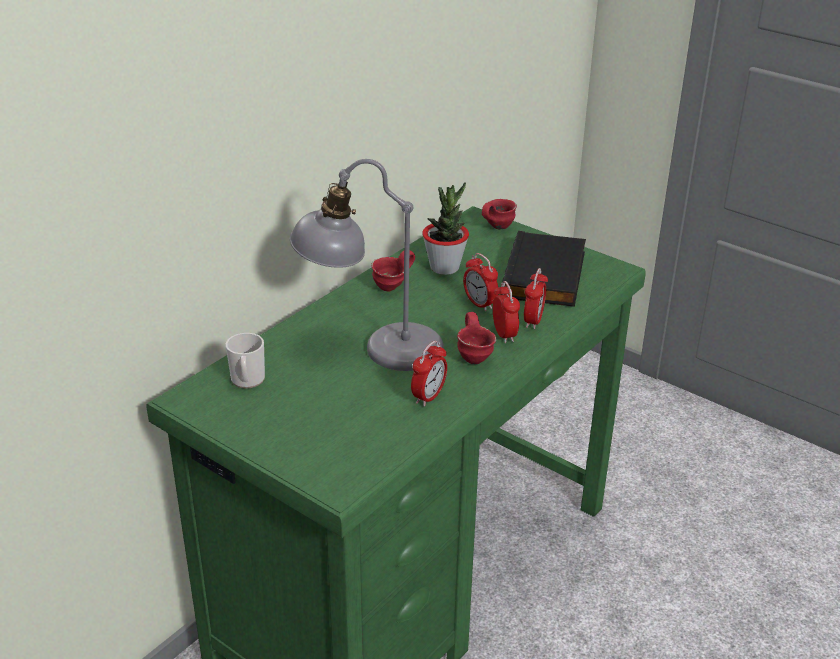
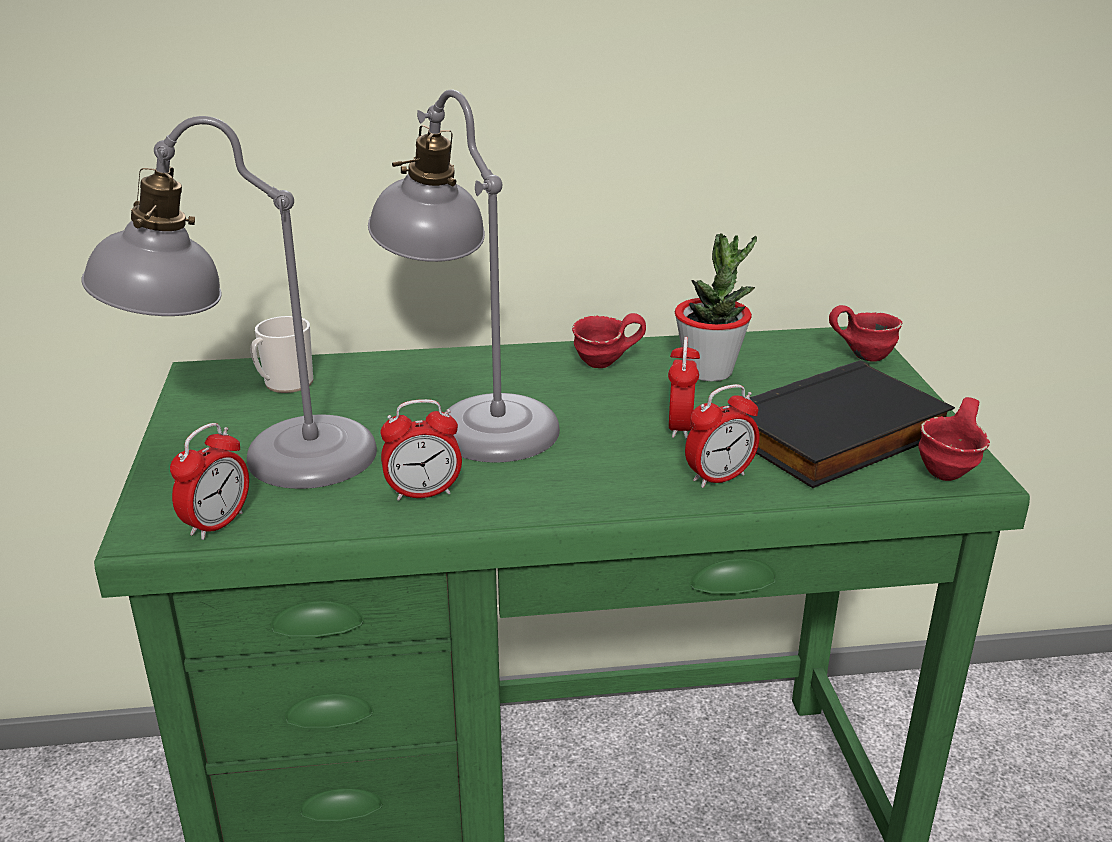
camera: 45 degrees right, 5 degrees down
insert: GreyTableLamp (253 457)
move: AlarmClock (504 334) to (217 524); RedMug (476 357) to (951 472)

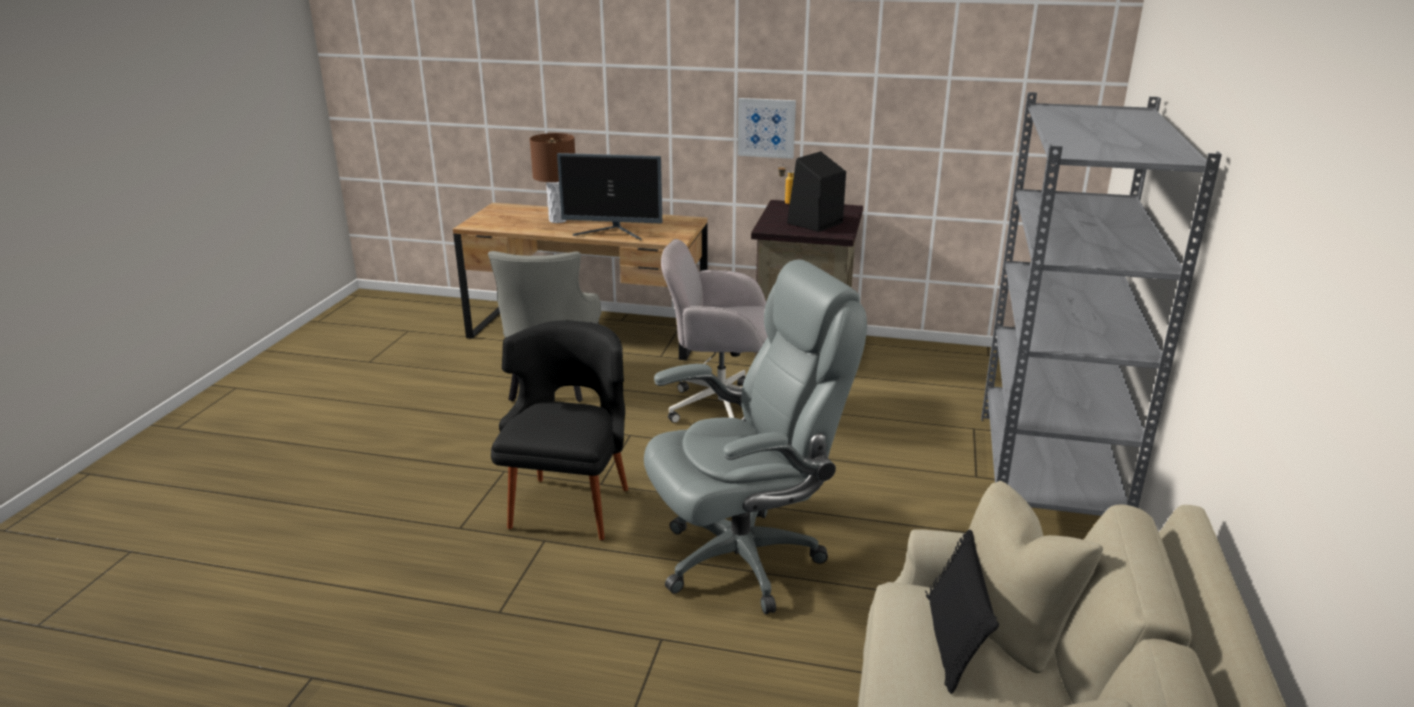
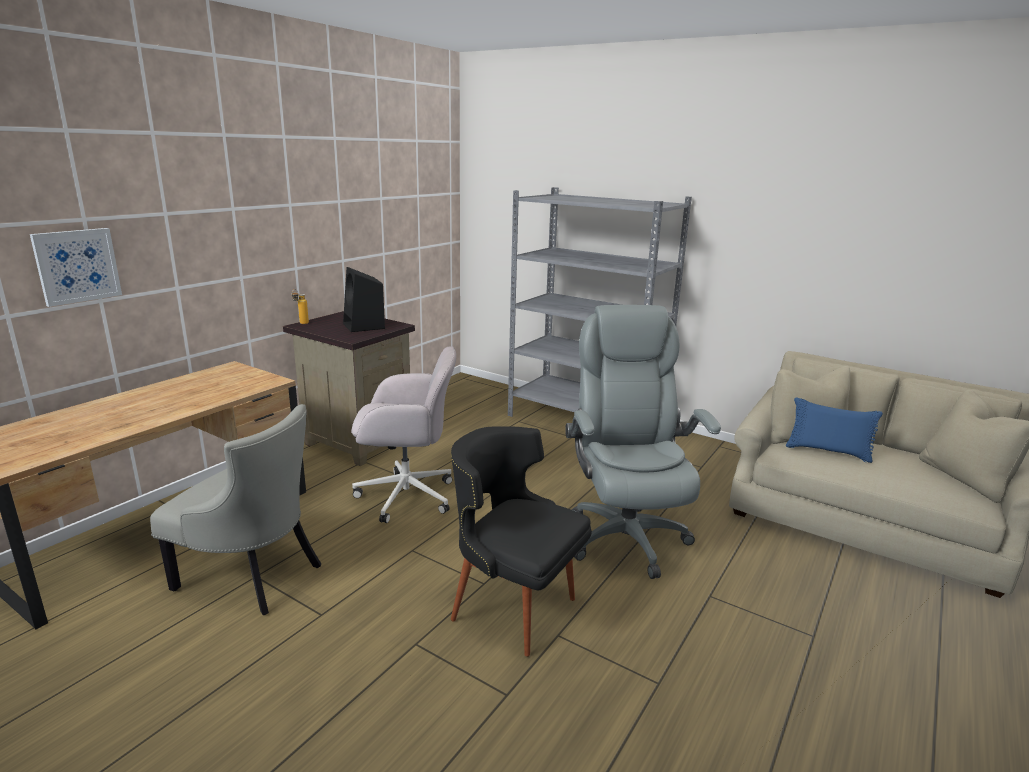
camera: 70 degrees left, 5 degrees down
delete: BrownTableLamp (558 220); Monitor (613 233)
move: Picture (766 128) to (77 266)
recolor: BlackPillow (954 642) to BluePillow (827 451)
rotate: GreyOfficeChair (719 408) = (408 496) 120 degrees counterclockwise

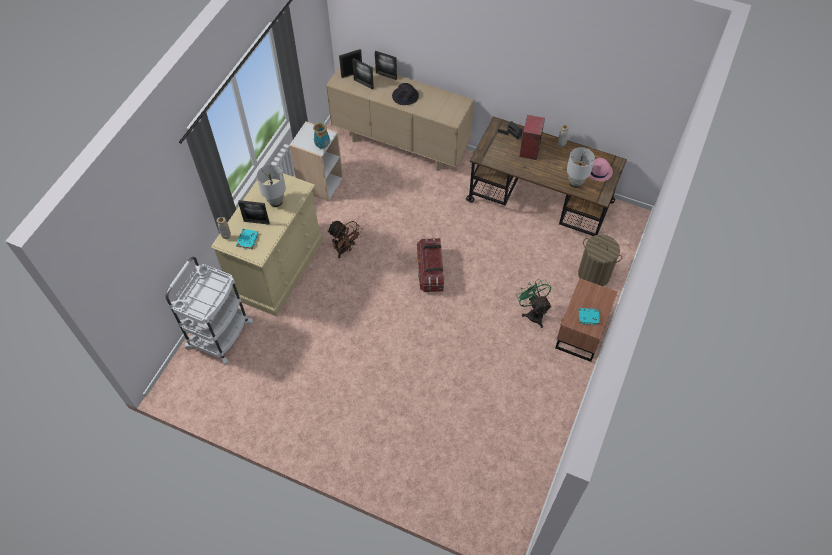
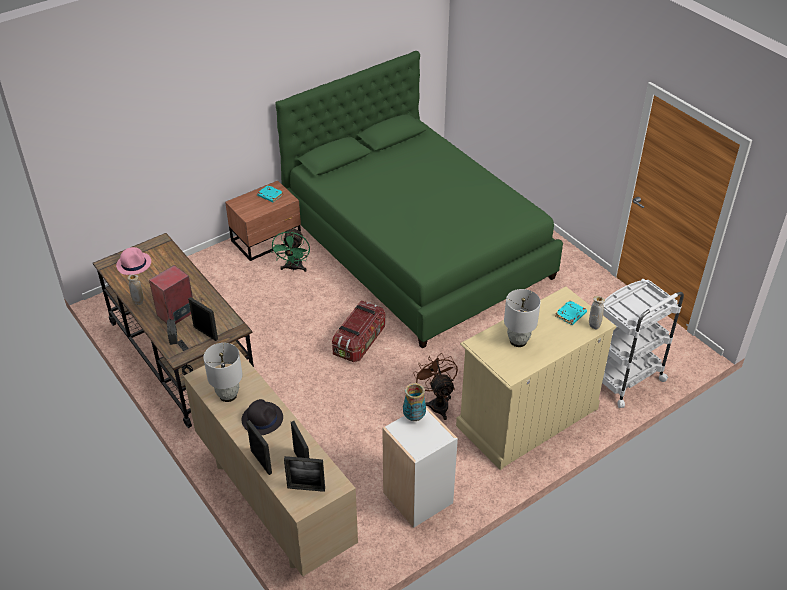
camera: 150 degrees left, 15 degrees down
delete: LaundryBasket (594 274)
insert: GreenBed (416 246)
move: PictureFrame (256 222) to (205 333); WhiteTableLamp (575 183) to (228 395)

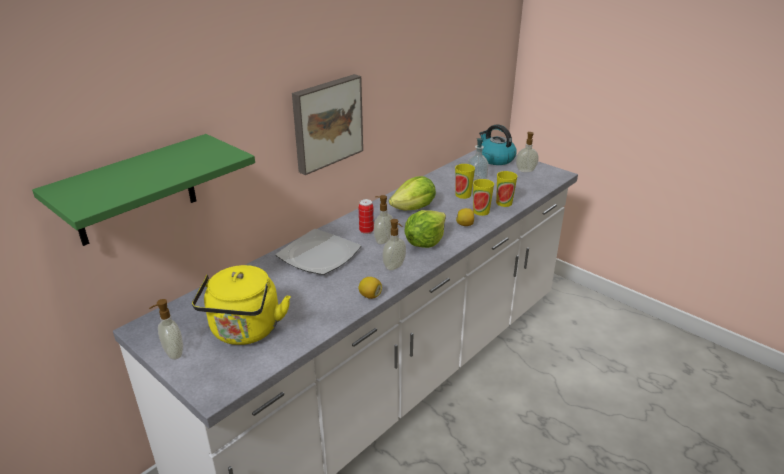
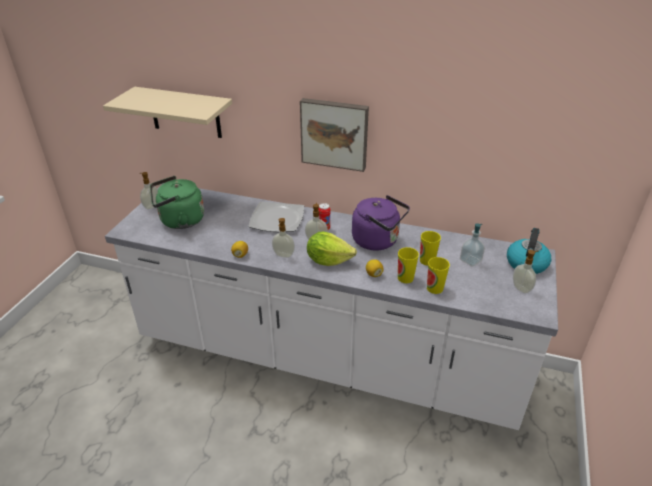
camera: 65 degrees right, 5 degrees up
replace: Lettuce (414 208) to PurpleKettle (378 241)
recolor: GreenShelf (134 191) to BeigeShelf (185 112); YellowKettle (245 331) to GreenKettle (179 221)

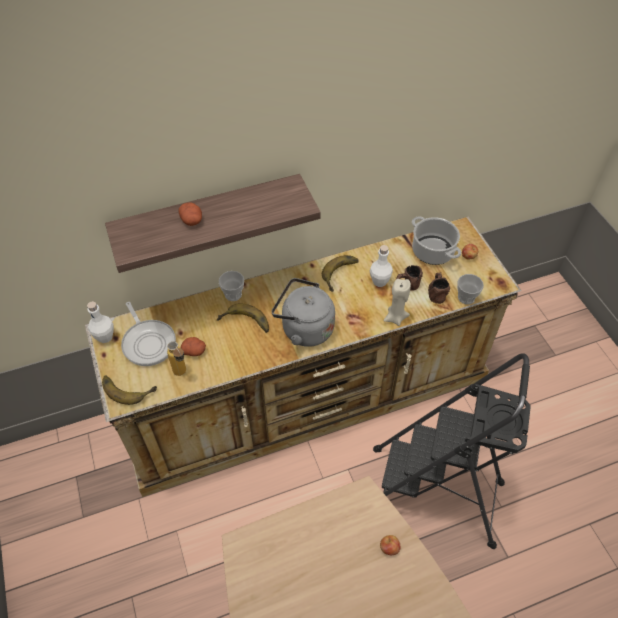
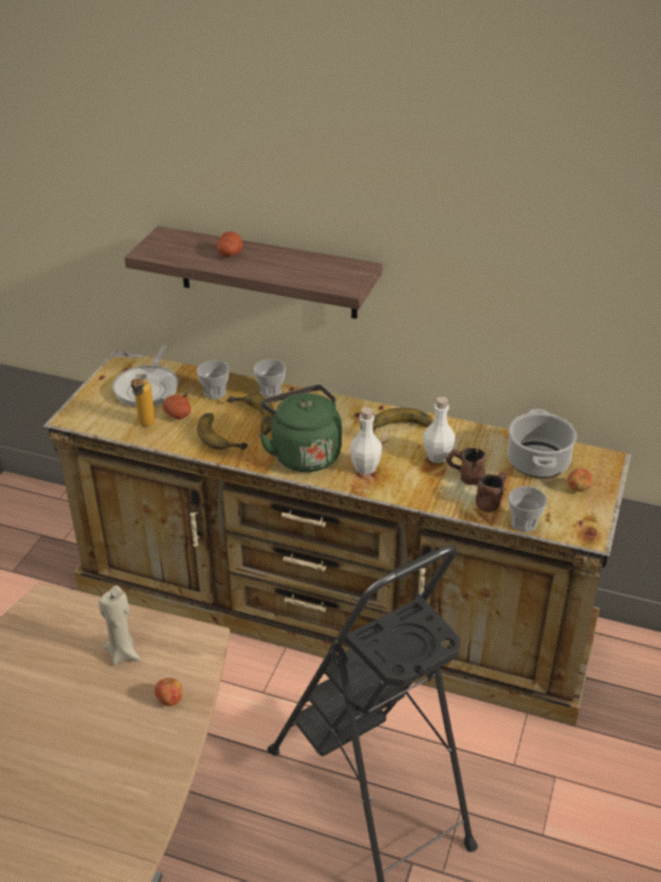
camera: 40 degrees right, 15 degrees down
insert: Cup (214 393)
move: BeigeCandle (395 318) to (123 653); Banana (128 387) to (223 434); WhiteBottle (105 337) to (365 468)
recolor: GreyKettle (304 329) to GreenKettle (303 453)

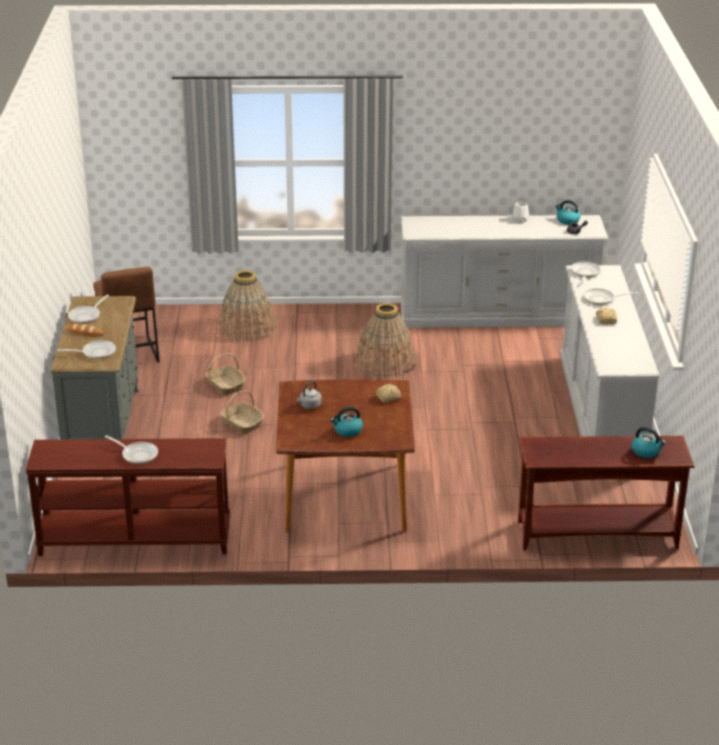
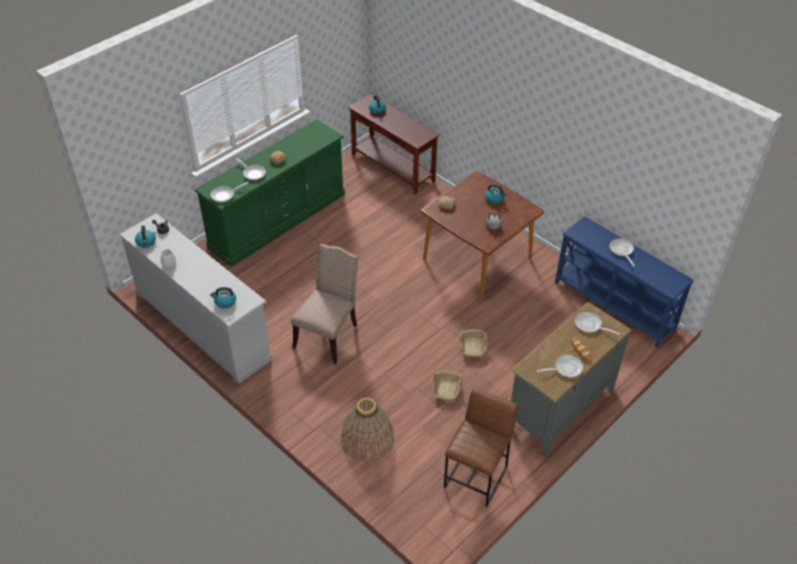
camera: 135 degrees left, 15 degrees up
insert: Kettle (225 302)
replace: Basket (385 363) to BeigeChair (328 335)
recolor: WhiteCabinet (601 411) to GreenCabinet (278 220); BrownConsoleTable (134 540) to BlueConsoleTable (614 305)

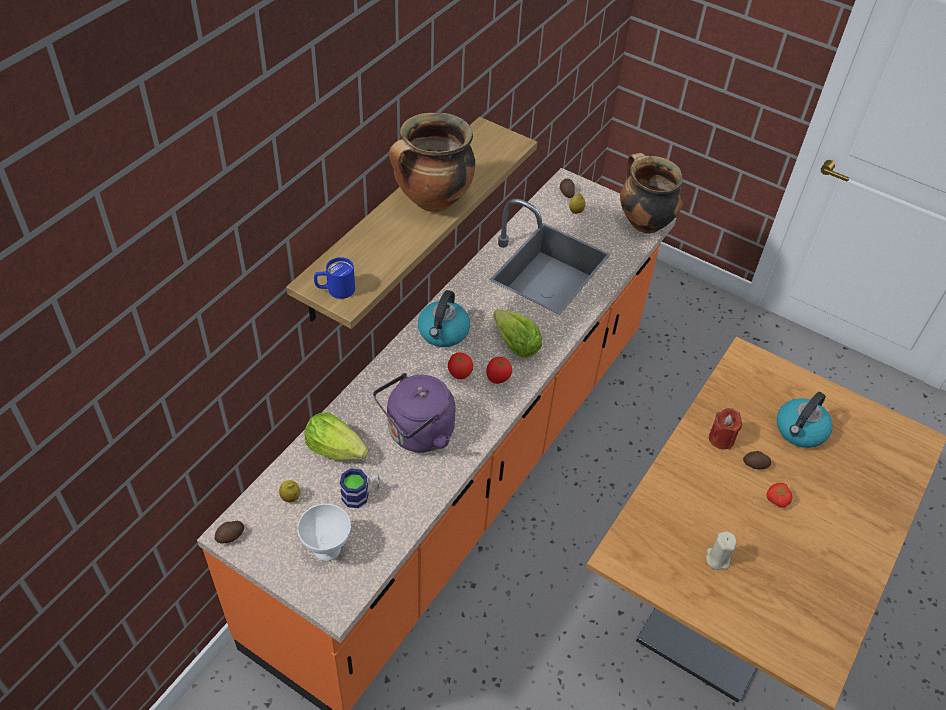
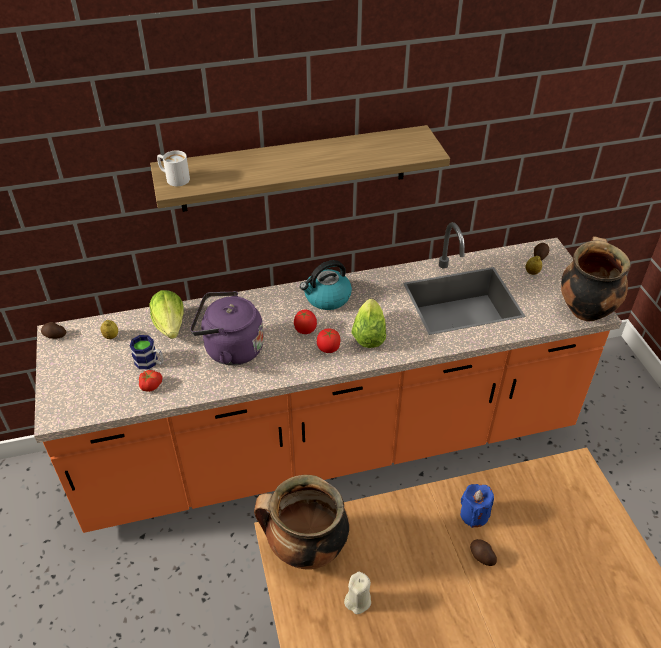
camera: 45 degrees right, 5 degrees down
delete: WhiteBowl (326 548); Kettle (800 431)
move: Tomato (776 499) to (150 385); CookingPot (432 201) to (305 550)
recolor: BlueMug (335 290) to WhiteMug (174 178); RedCandle (721 439) to BlueCandle (474 514)

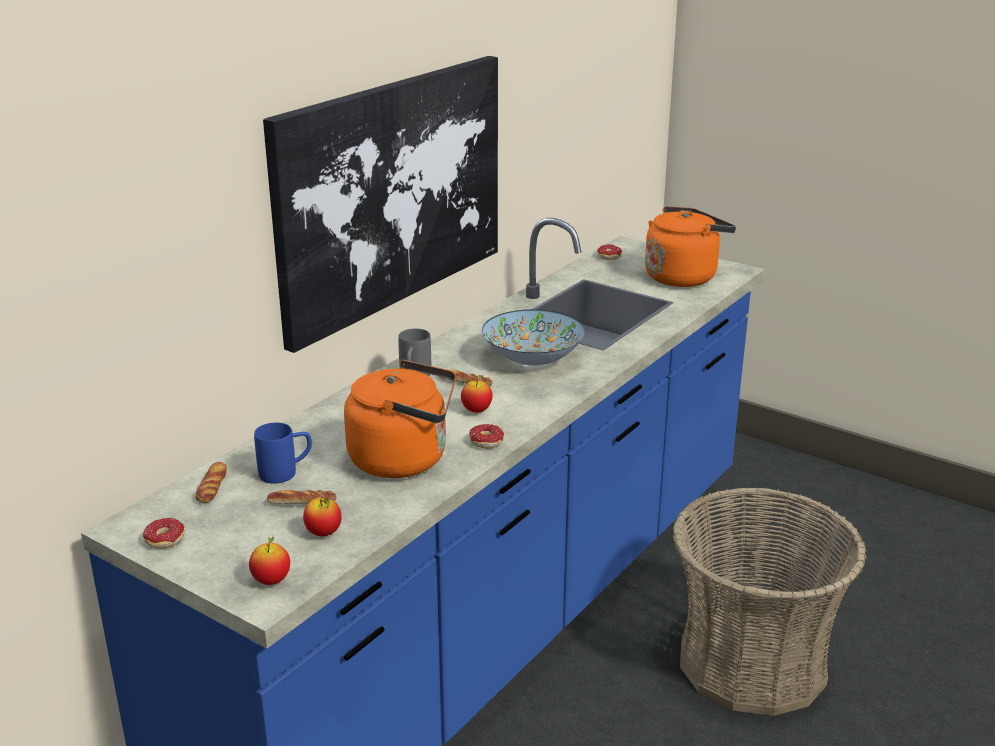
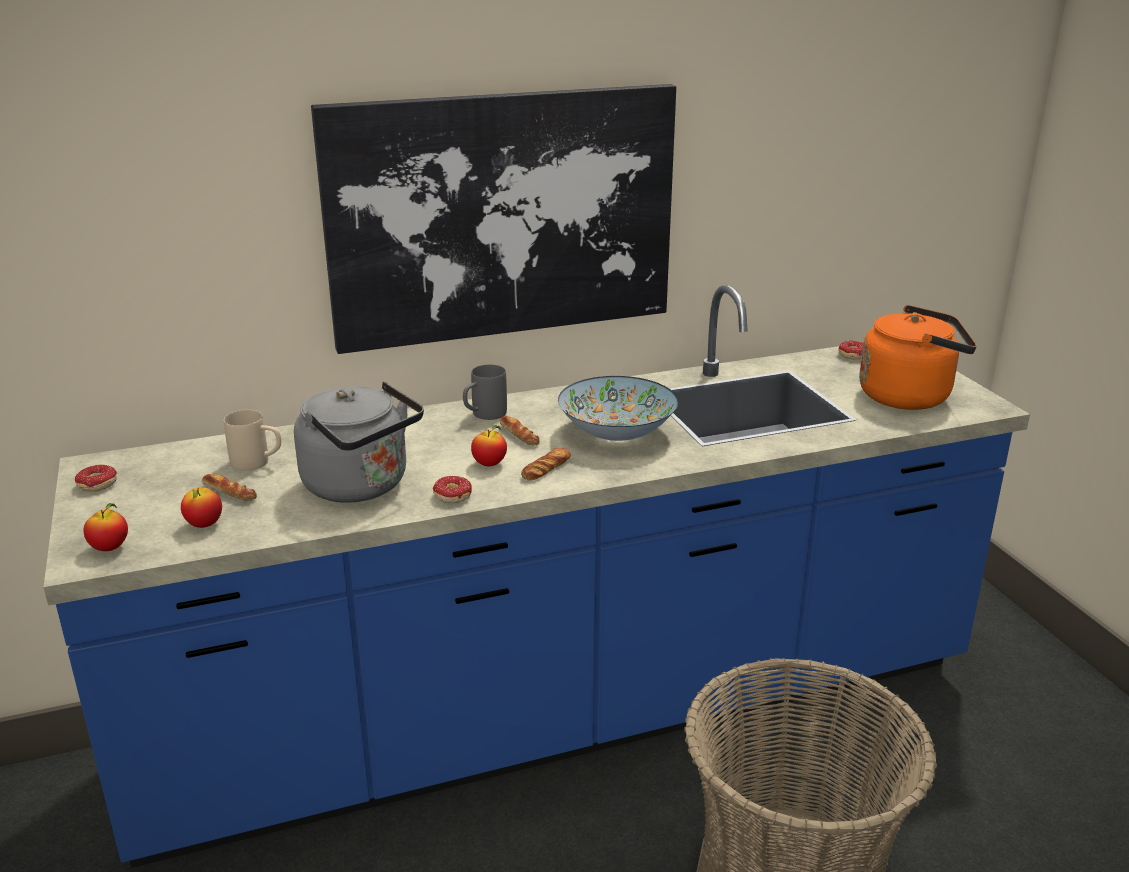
camera: 35 degrees right, 0 degrees up
move: Bread (212 487) to (546 469)
recolor: BlueMug (286 472) to BeigeMug (258 463); OrangeKettle (405 459) to GreyKettle (361 486)

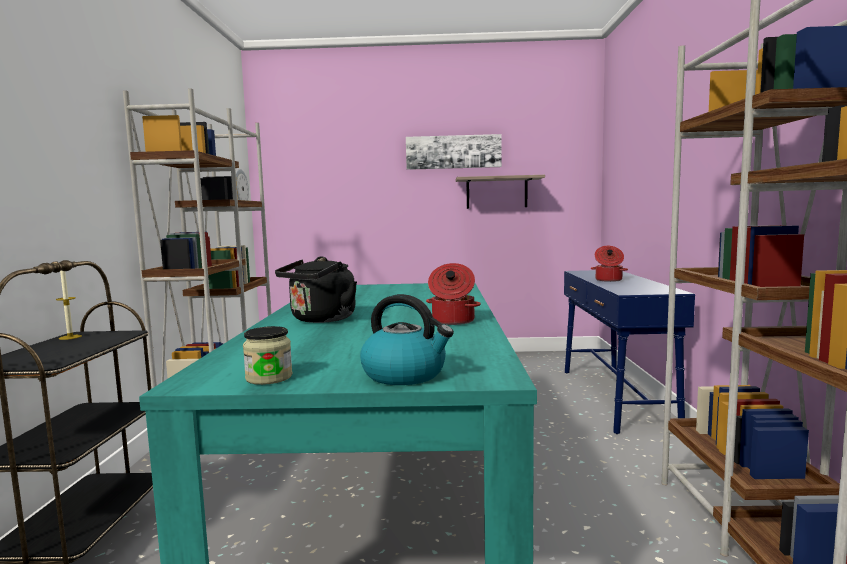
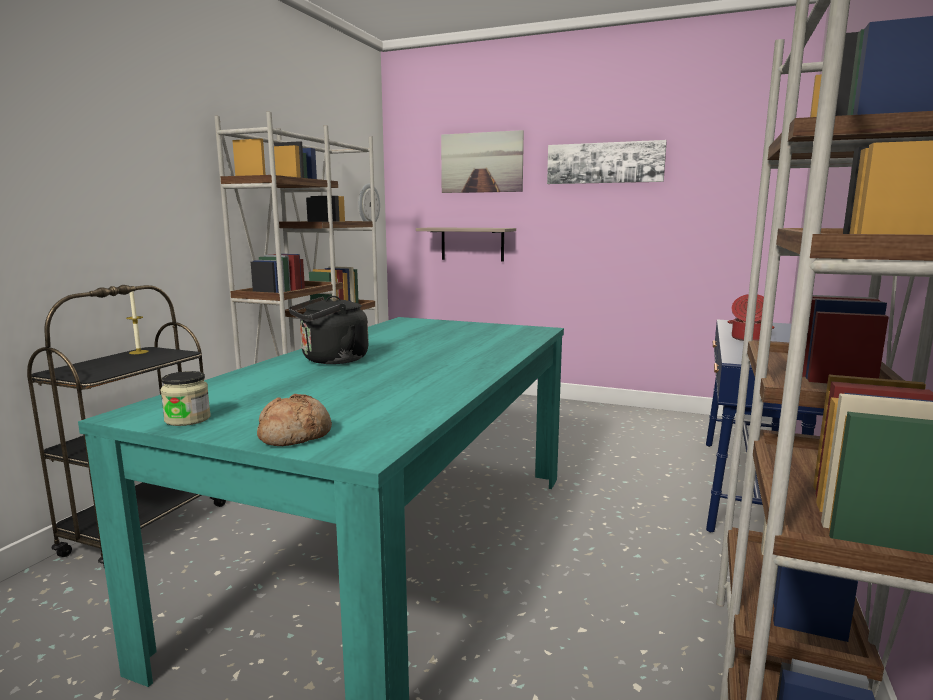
camera: 20 degrees right, 5 degrees up
delete: CookingPot (452 321)
insert: Picture (481 162)
move: Shelf (496 193) to (472 244)
replace: Kettle (405 374) to Bread (295 435)

